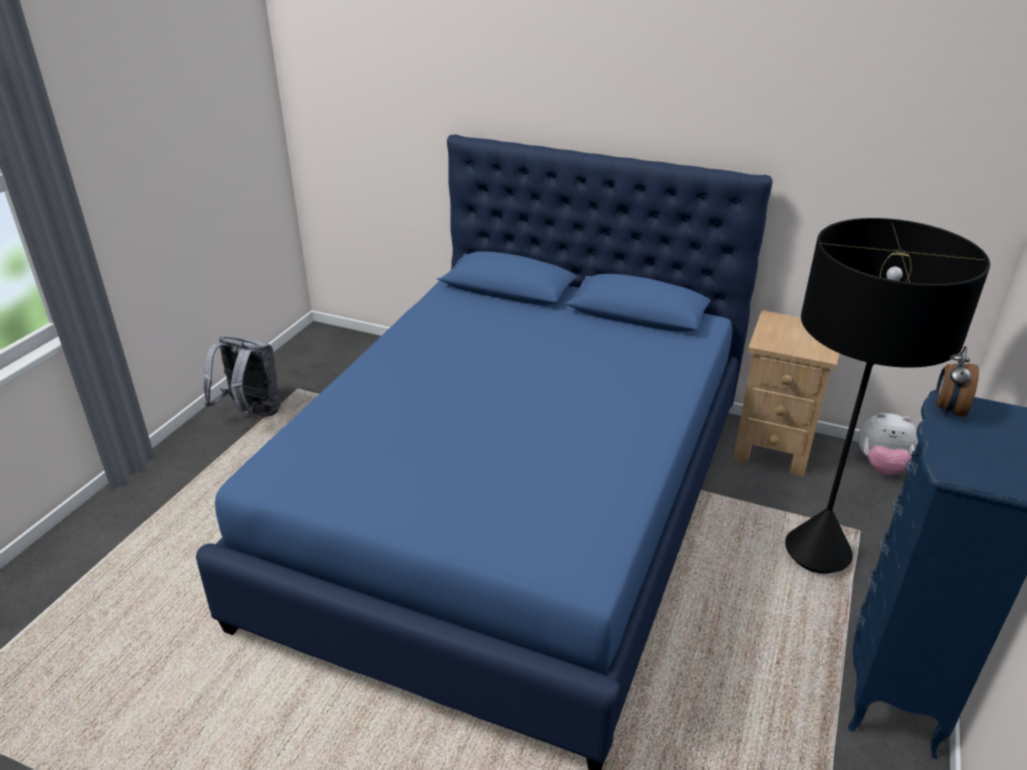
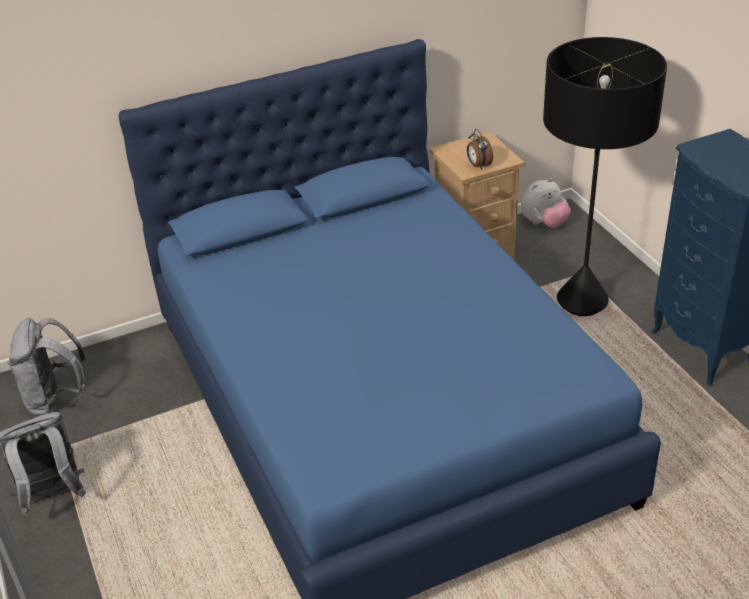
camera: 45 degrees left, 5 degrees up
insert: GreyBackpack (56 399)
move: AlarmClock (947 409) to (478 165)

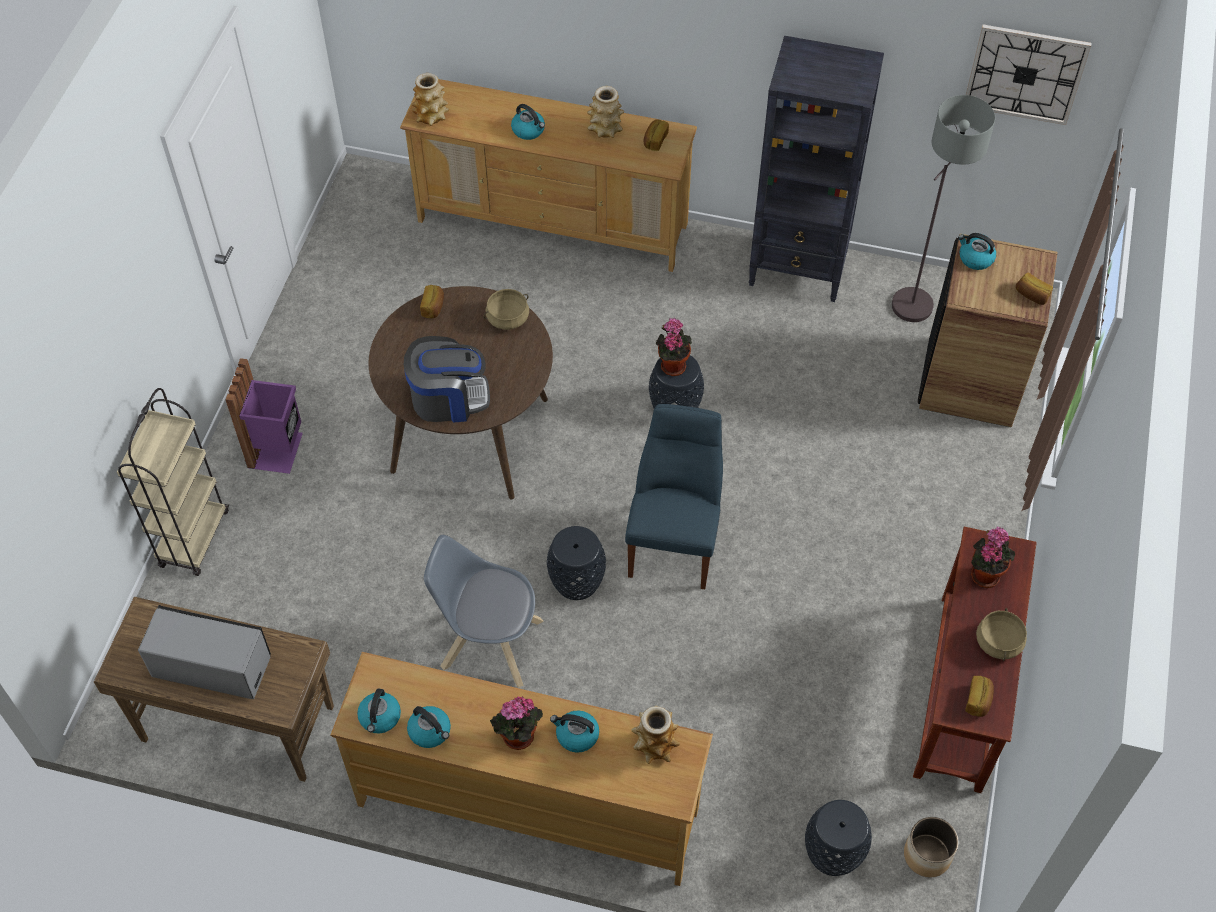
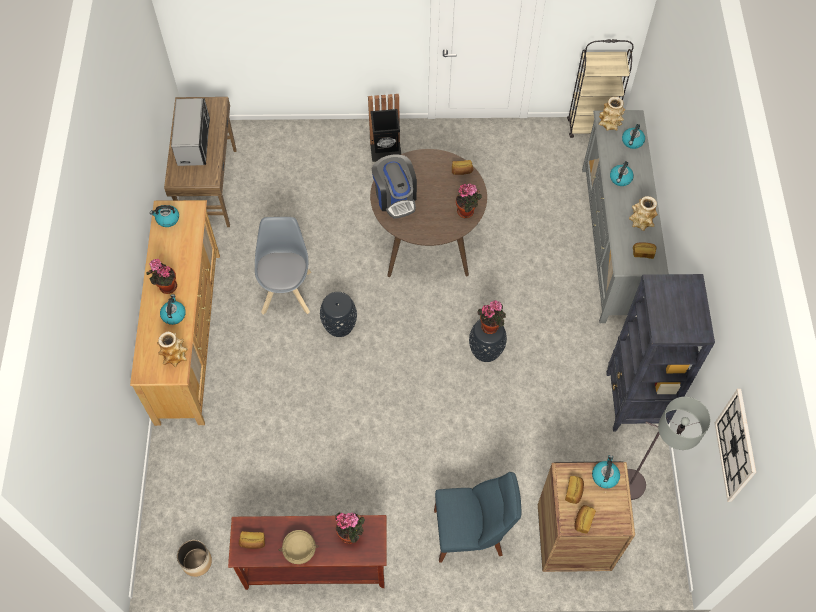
camera: 75 degrees right, 5 degrees up
delete: BlackStool (833 852)
insert: Bread (574 492)
move: BlueChair (675 540) to (472 533); BeigeCart (194 540) to (590 128); Kettle (430 731) to (632 142)
replace: BeigeCookingPot (507 318) to PottedPlant (467 211)
recolor: PurpleTrashCan (278 450) to BlackTrashCan (386 151); BrownDresser (552 223) to GreyDresser (612 243)

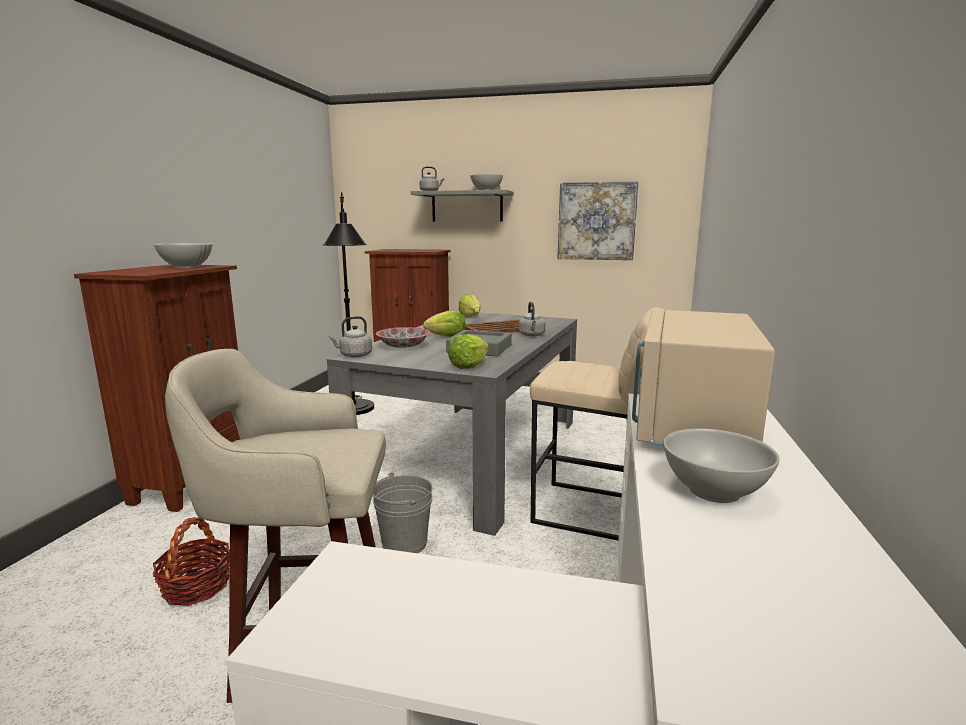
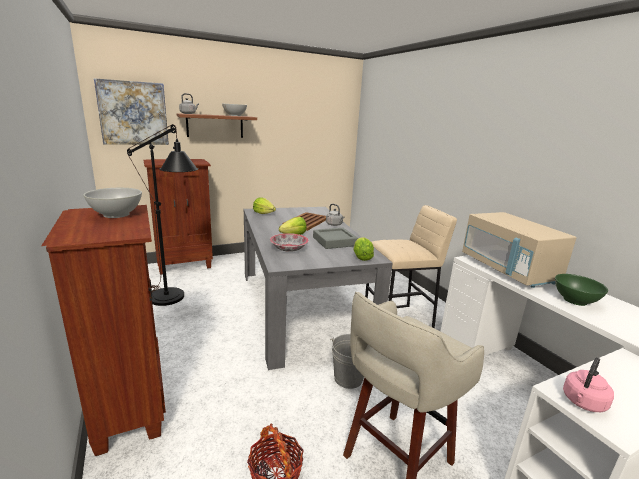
camera: 40 degrees left, 5 degrees up
delete: GreyKettle (354 355)
insert: PinkKettle (583 403)
move: Picture (596 221) to (133 113)
recolor: GreyShelf (467 207) to BrownShelf (215 126); WhiteBowl (714 491) to GreenBowl (575 300)

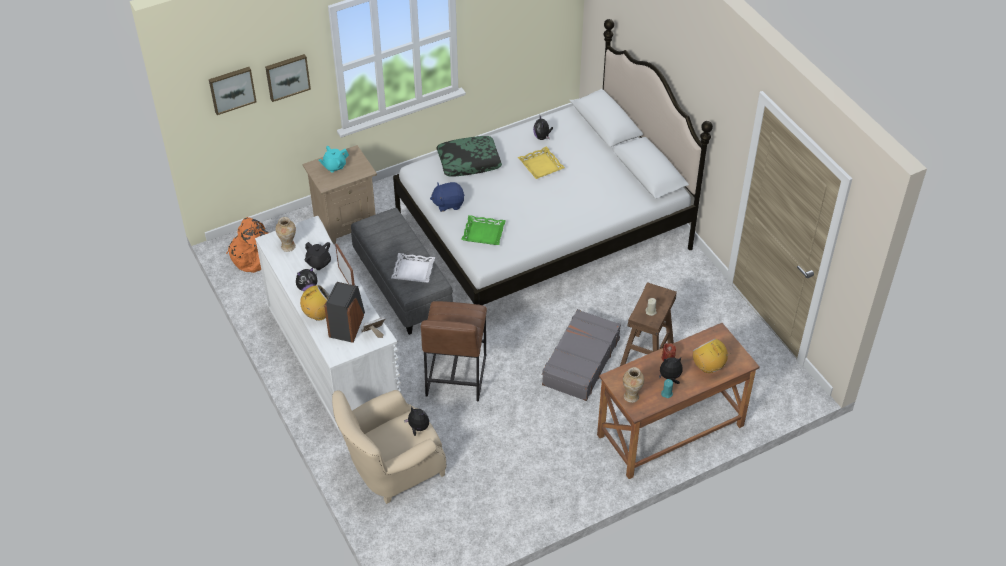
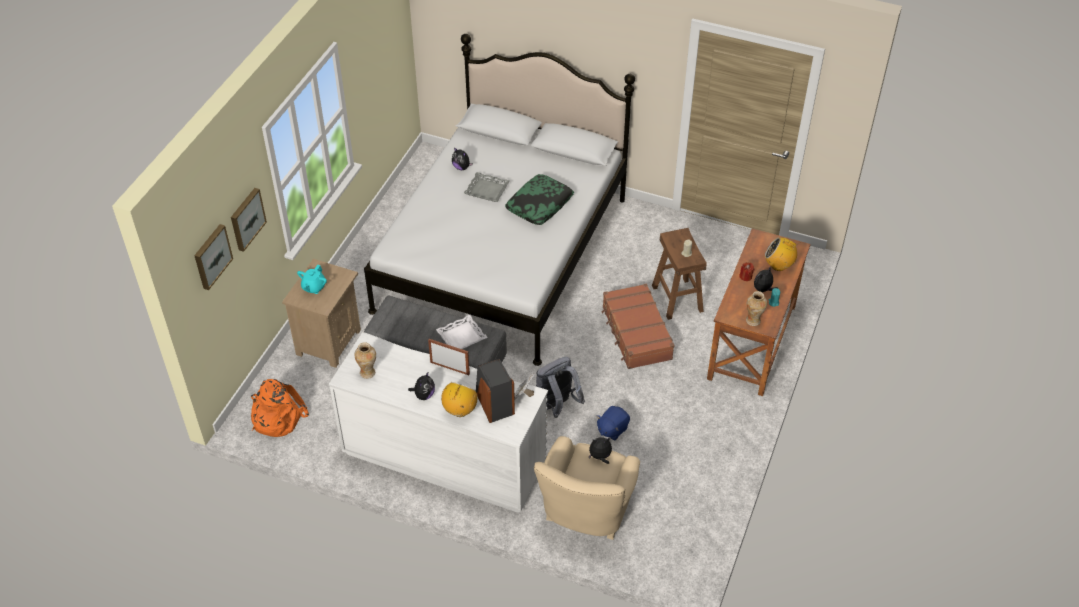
camera: 40 degrees left, 0 degrees up
delete: BlackTeapot (319 263); GreenTray (483 233)
move: Pillow (469 162) to (539 205); BluePlushToy (448 203) to (612 429)
replace: BrownChair (456 376) to GreyBackpack (556 405)
recolor: YellowTray (541 166) to GreyTray (487 190); GreySuitcase (580 361) to BrownSuitcase (636 333)

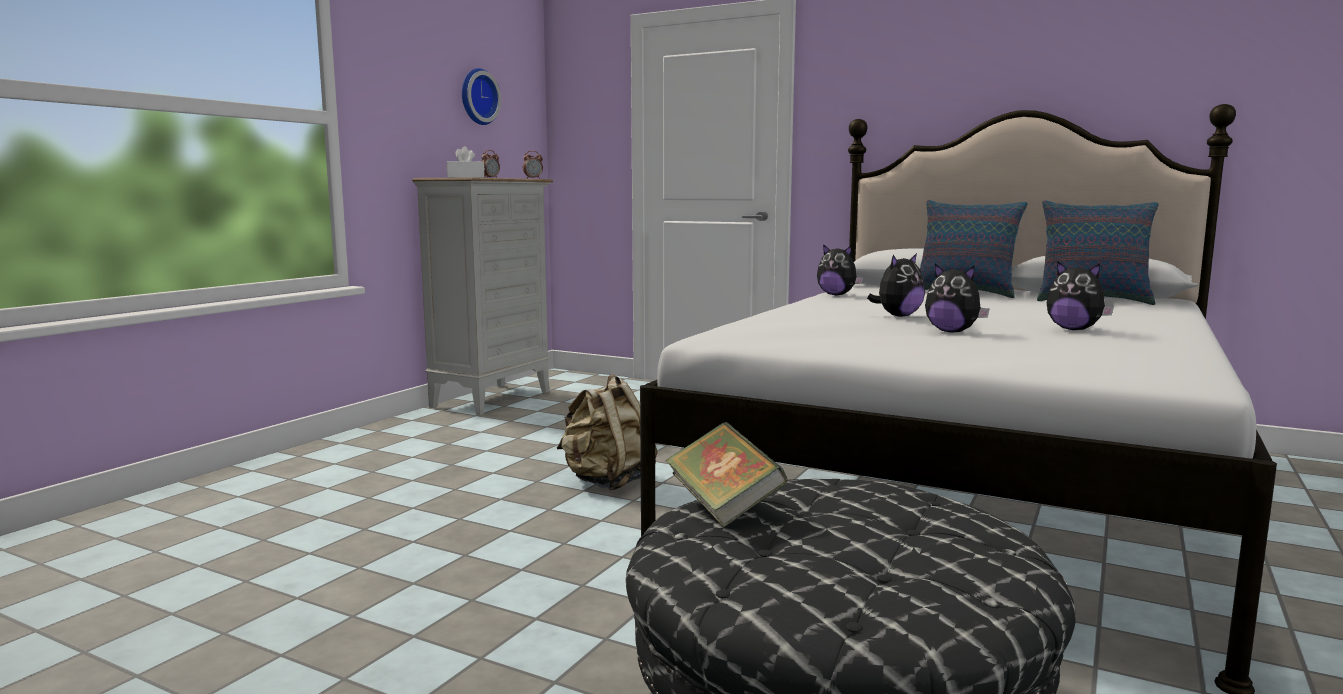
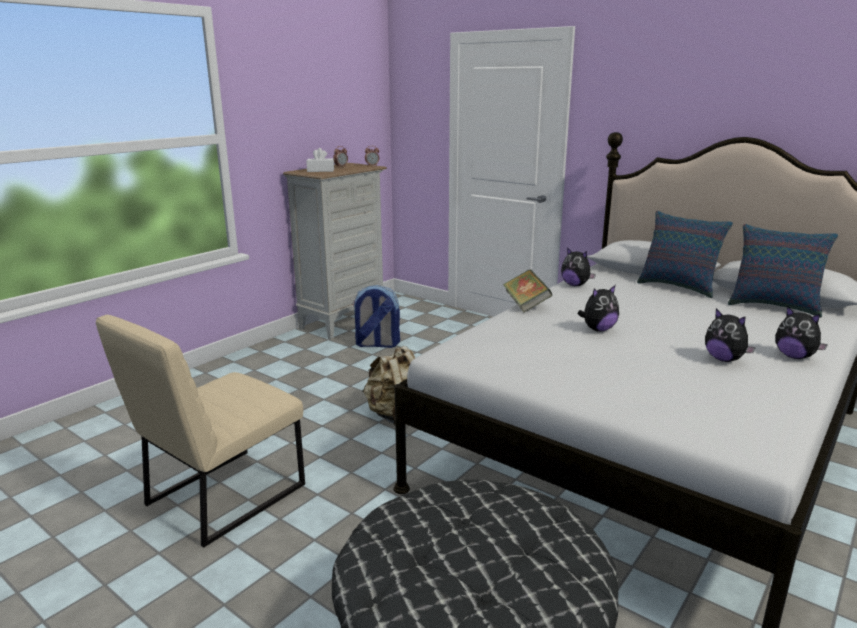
camera: 10 degrees right, 10 degrees up
delete: WallClock (477 97)
insert: BeigeChair (221 496); Backpack (376 344)
move: Book (723 506) to (526 304); PlushToy (952 332) to (795 356)

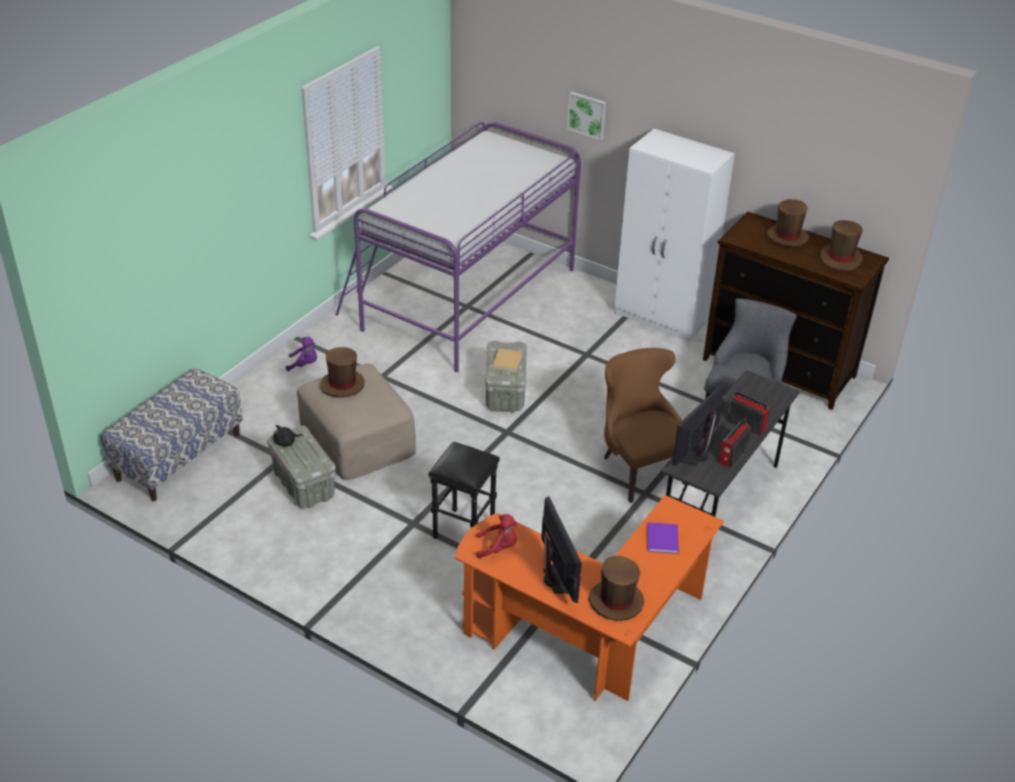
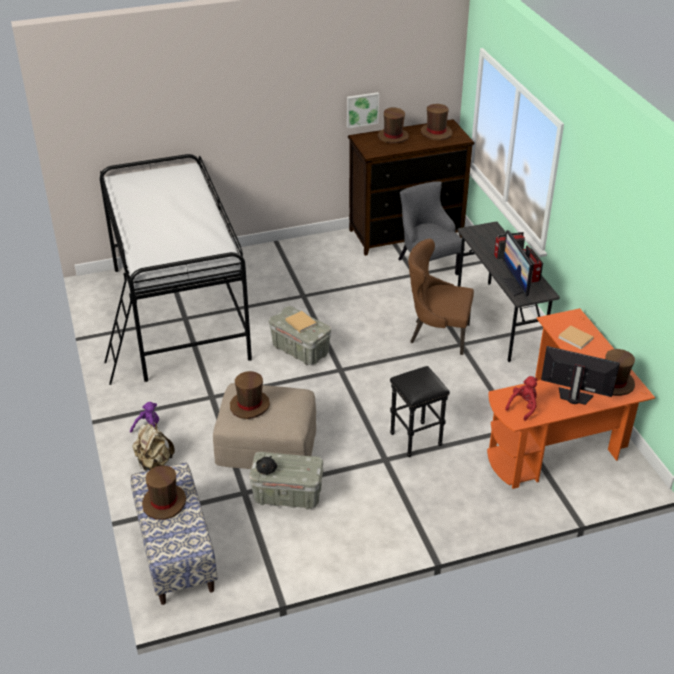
camera: 50 degrees left, 0 degrees up
delete: WhiteWardrobe (662 318)
insert: BeigeBackpack (154 462); BrownHat (164 502)
move: Picture (587 115) to (362 109)
recolor: PurpleBed (467 300) to BlackBed (177 314); PurpleBook (662 540) to BeigeBook (576 339)

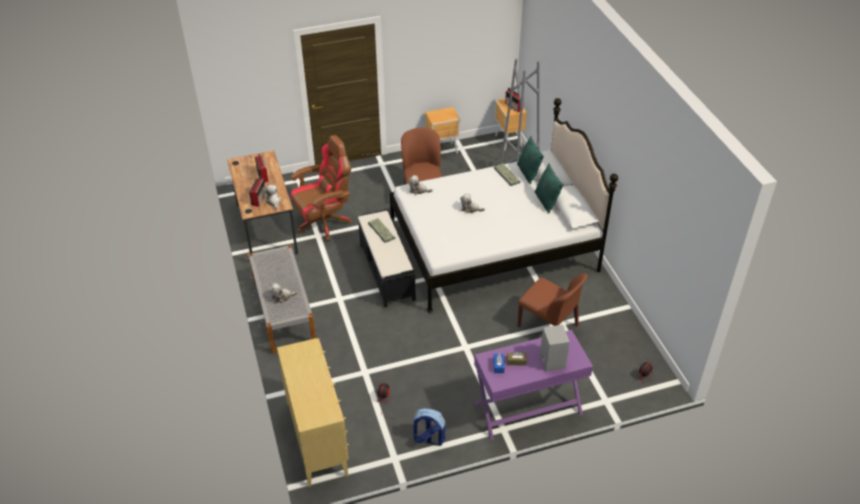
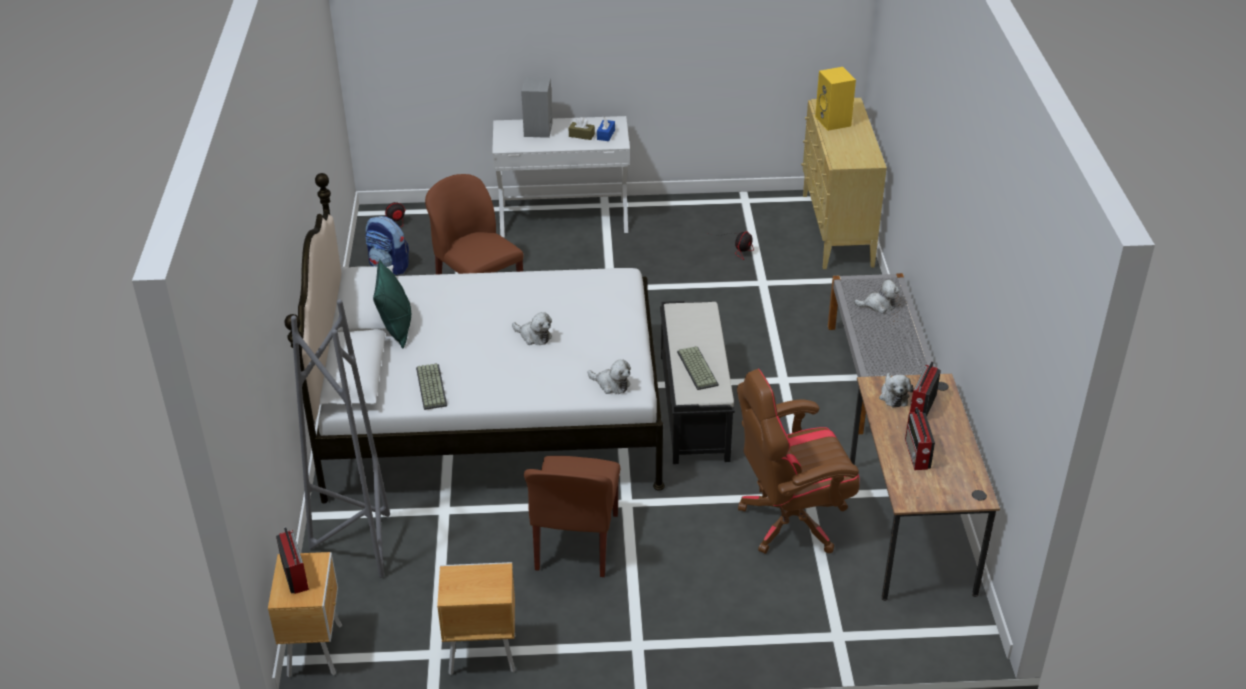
camera: 165 degrees left, 5 degrees down
delete: GreenPillow (527 173)
insert: YellowSpeaker (834 121)
move: Backpack (428 438) to (389 266)
recolor: PurpleConsoleTable (528 408) to WhiteConsoleTable (563 217)

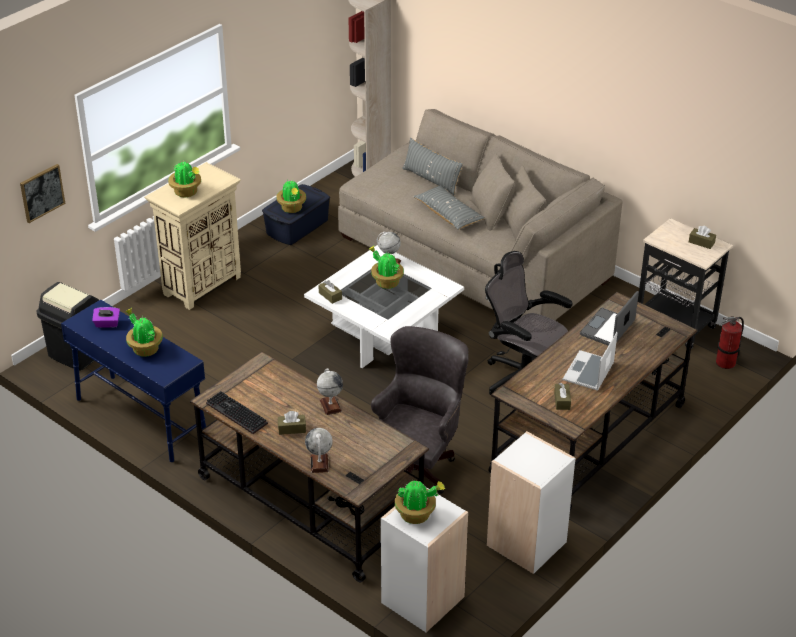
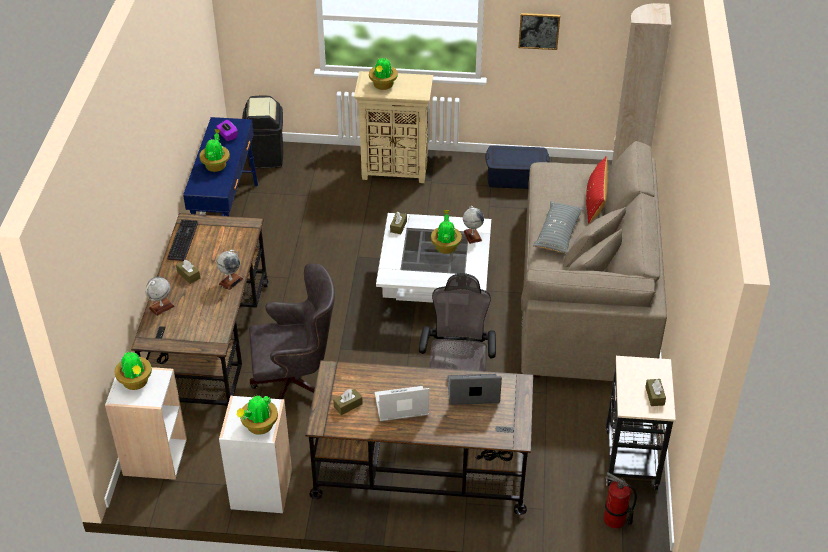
camera: 55 degrees right, 5 degrees up
move: PottedPlant (292 208) to (259 426); Picture (42 192) to (539 30)
recolor: GreyPillow (431 179) to RedPillow (595 201)

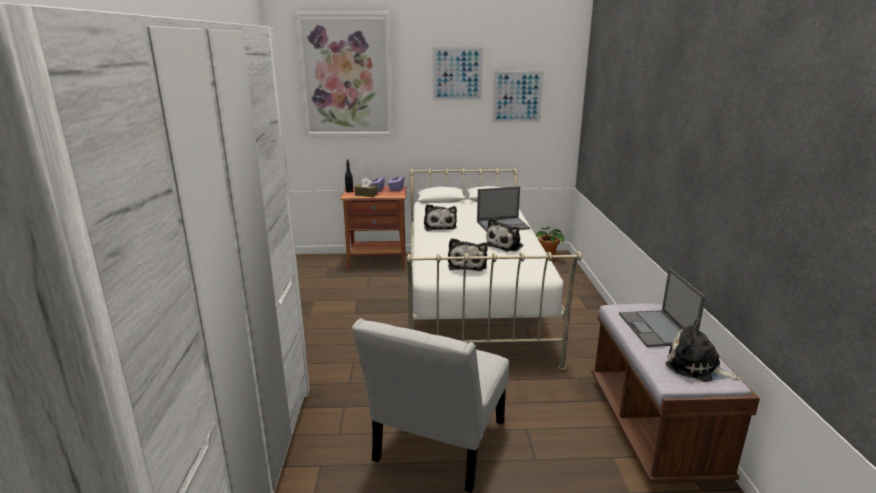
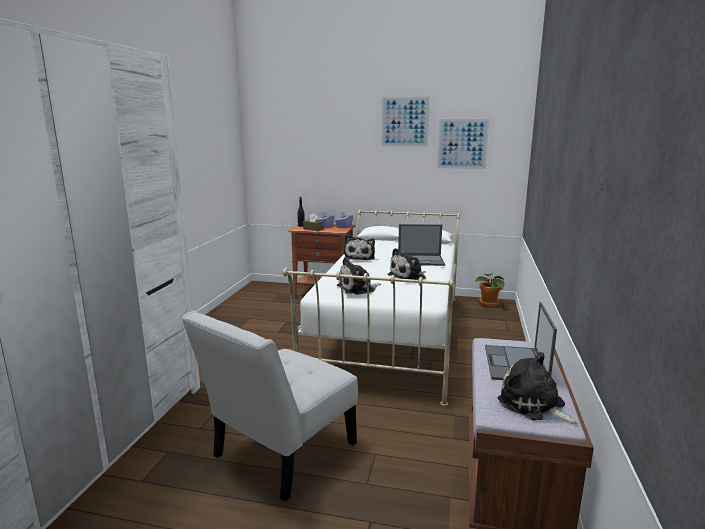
camera: 15 degrees right, 5 degrees down
delete: Picture (346 76)
rotate: PlushToy (467 265) = (358 288) 45 degrees clockwise

